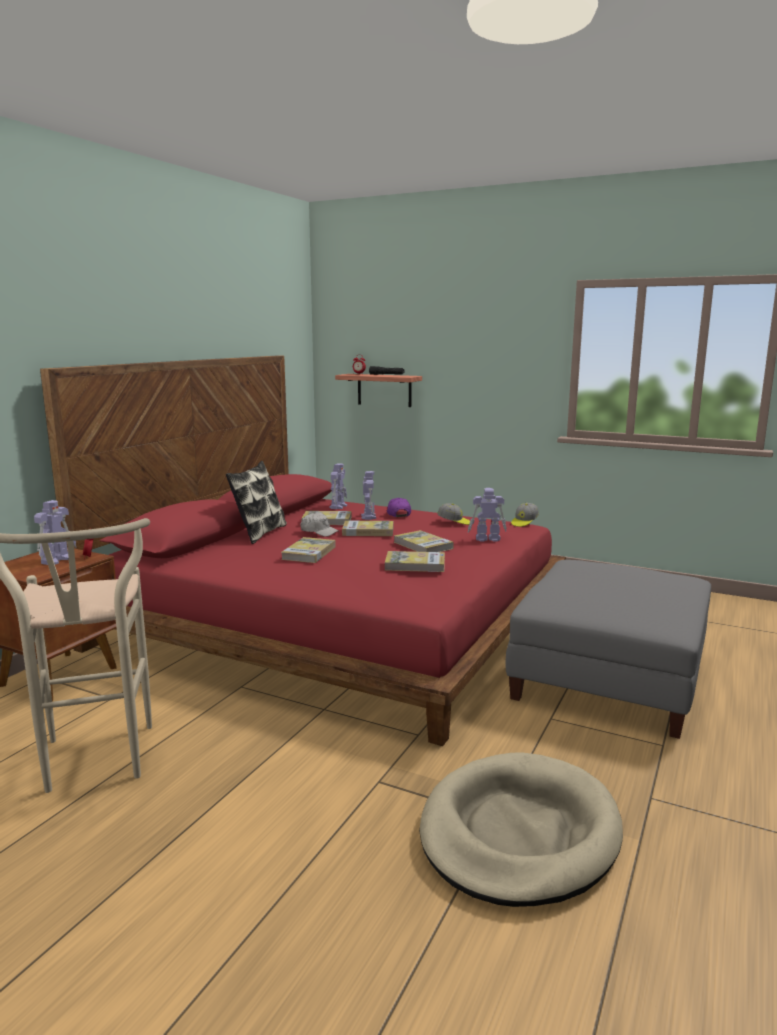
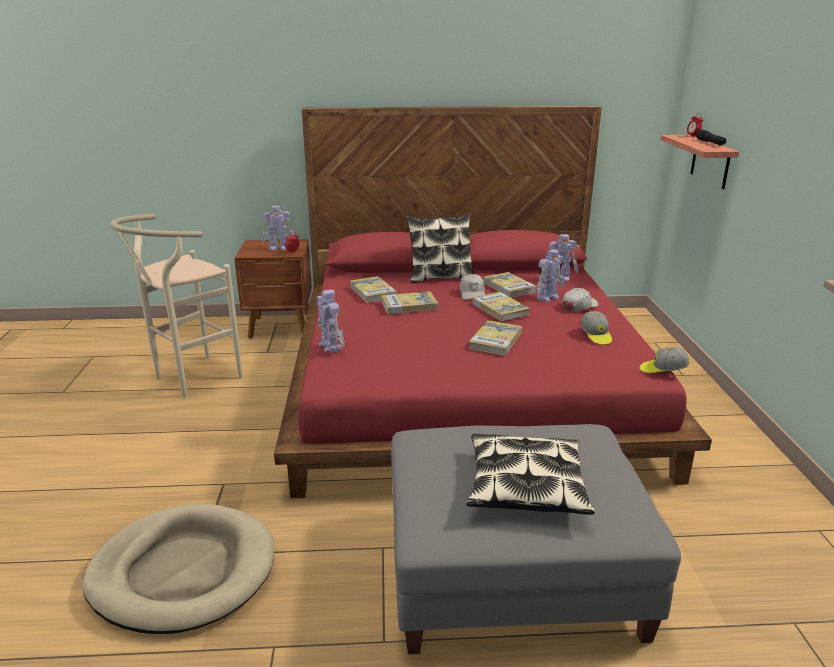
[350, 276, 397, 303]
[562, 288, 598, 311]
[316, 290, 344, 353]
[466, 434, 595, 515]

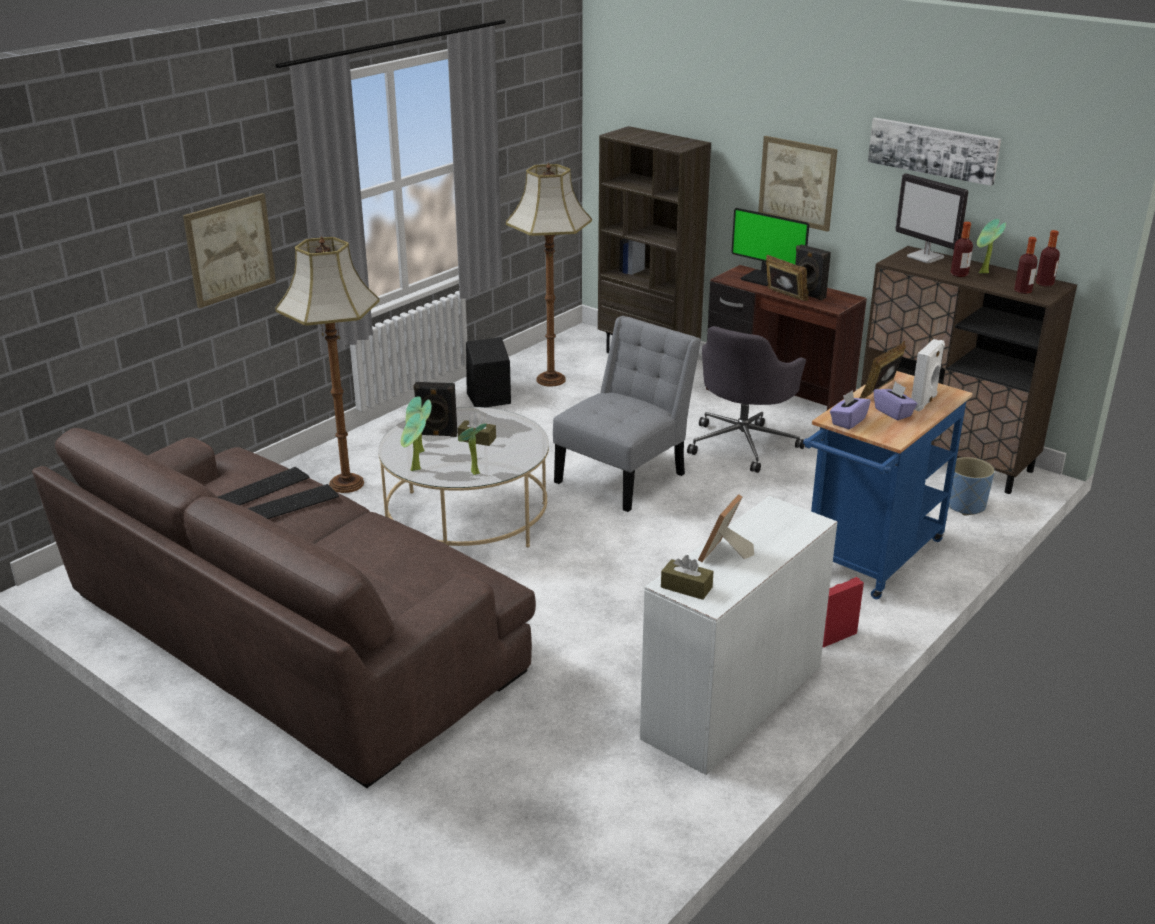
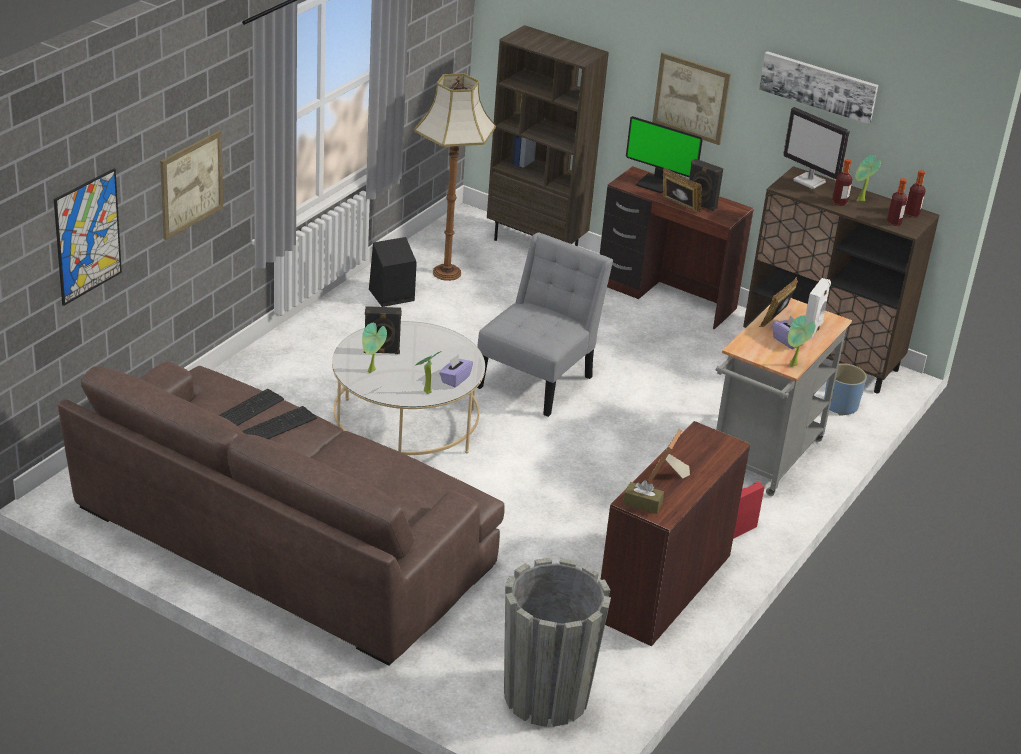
[275, 236, 380, 493] (first image)
[788, 316, 815, 367]
[458, 413, 496, 446] (first image)
[600, 421, 750, 646]
[687, 326, 806, 473] (first image)
[716, 298, 852, 496]
[439, 355, 473, 387]
[54, 169, 122, 306]
[504, 558, 611, 727]

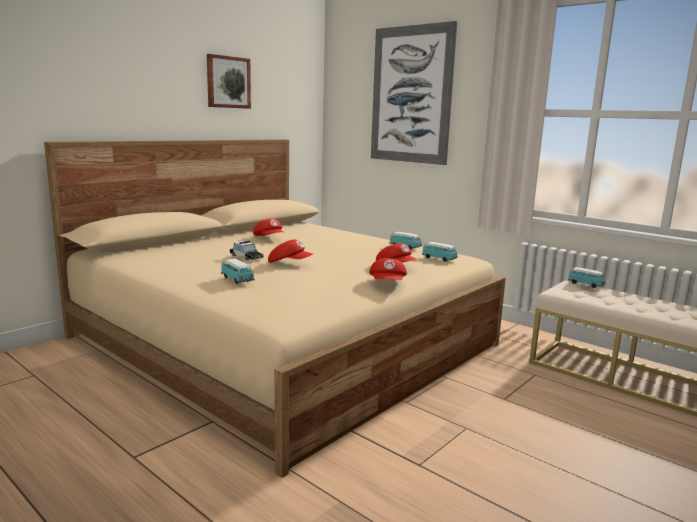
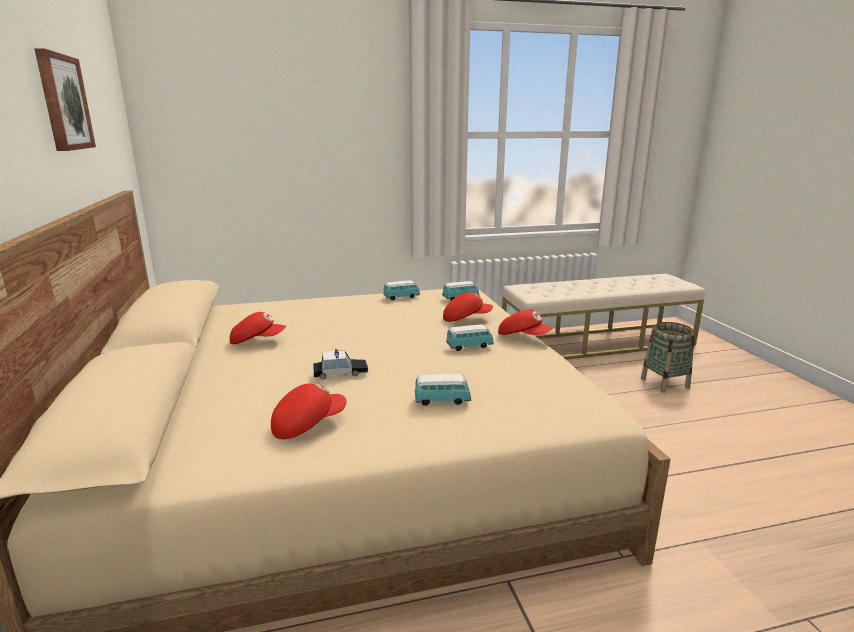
[271, 383, 347, 439]
[371, 21, 457, 165] (first image)
[446, 324, 494, 351]
[641, 322, 695, 393]

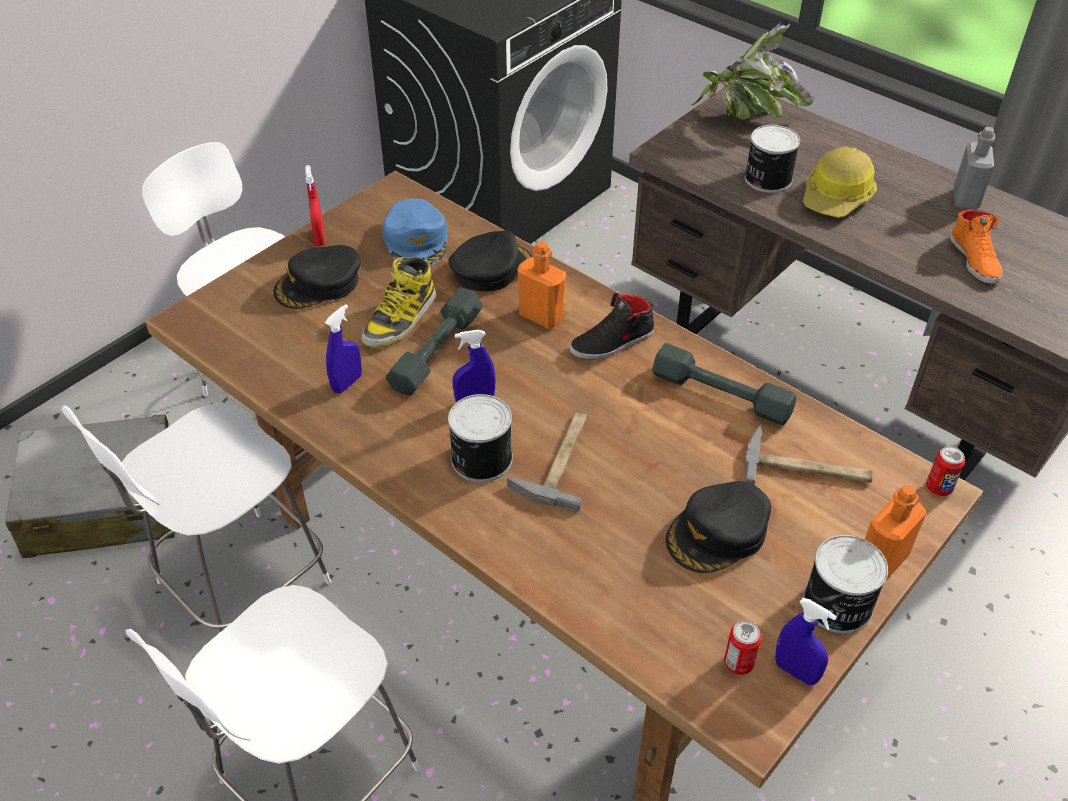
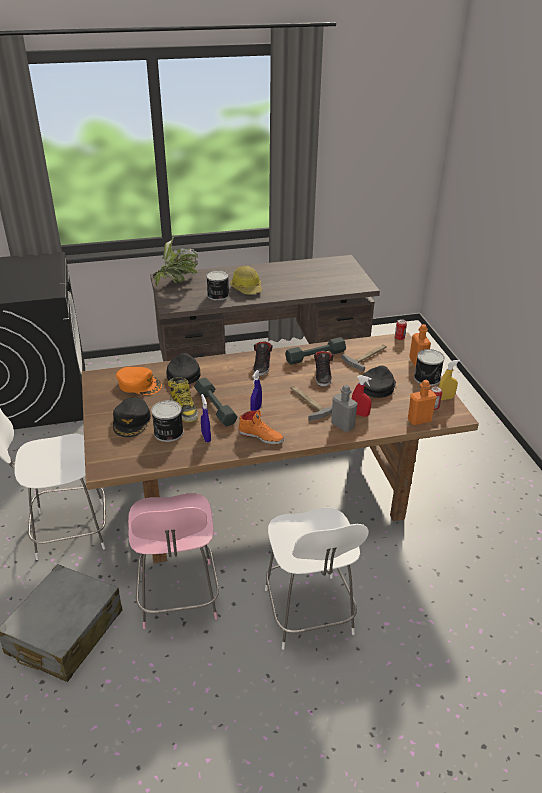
[128, 493, 219, 629]
[352, 375, 372, 417]
[116, 367, 162, 395]
[151, 400, 184, 442]
[408, 380, 437, 425]
[363, 366, 396, 398]
[439, 360, 460, 400]
[238, 409, 284, 444]
[331, 385, 357, 432]
[314, 351, 334, 387]

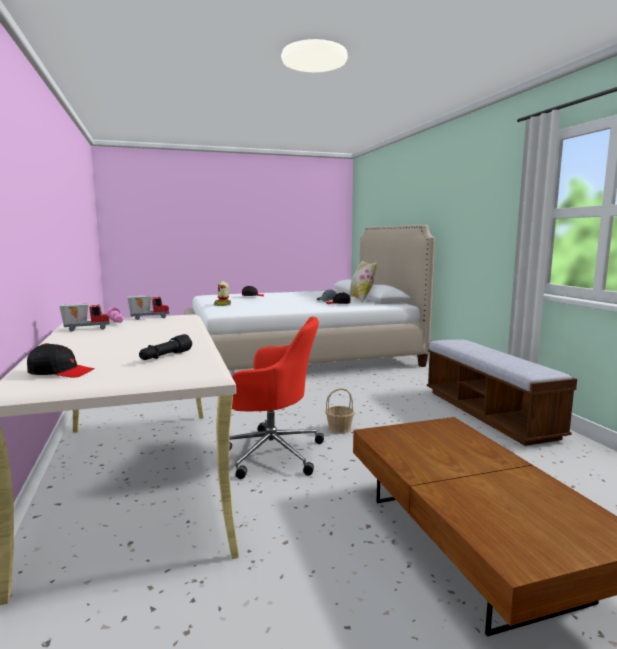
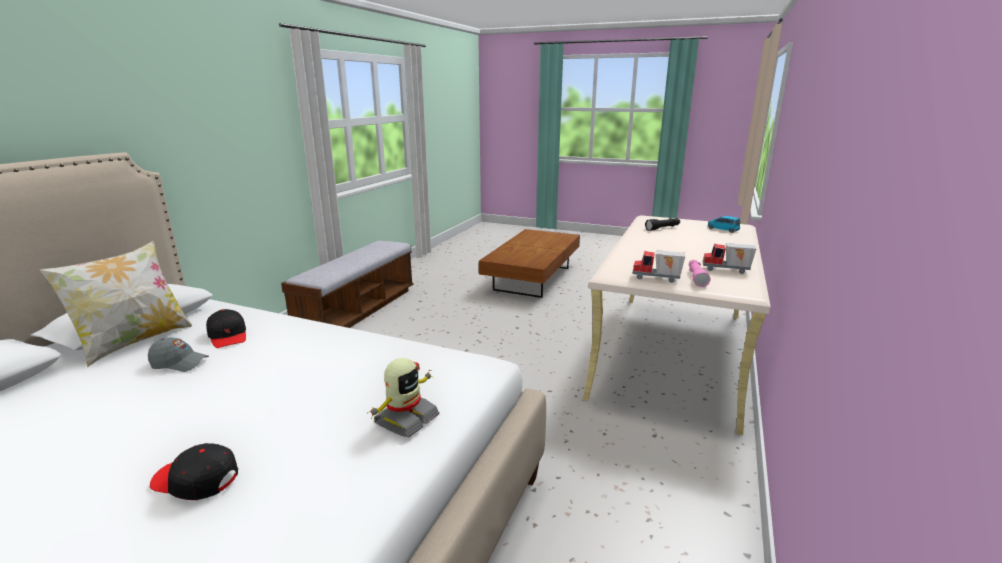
[708, 216, 740, 233]
[229, 317, 324, 479] (first image)
[325, 388, 355, 434] (first image)

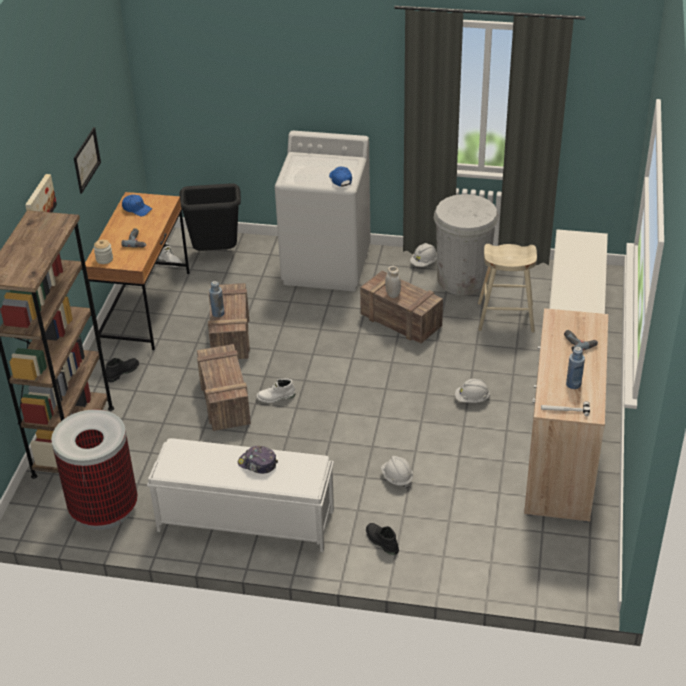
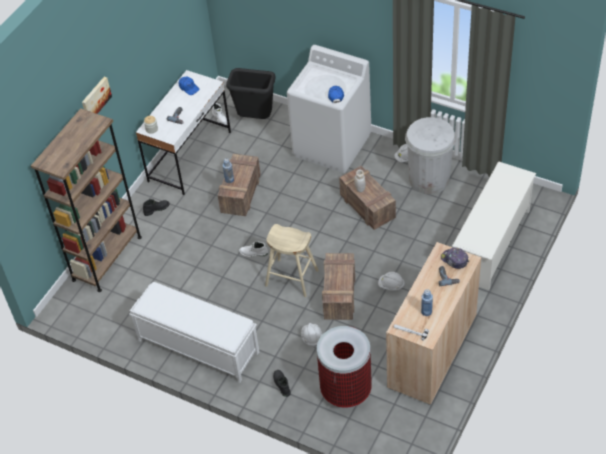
[317, 326, 372, 408]
[74, 127, 101, 194] (first image)
[136, 70, 231, 195]
[322, 253, 355, 320]
[441, 248, 469, 269]
[265, 224, 319, 297]

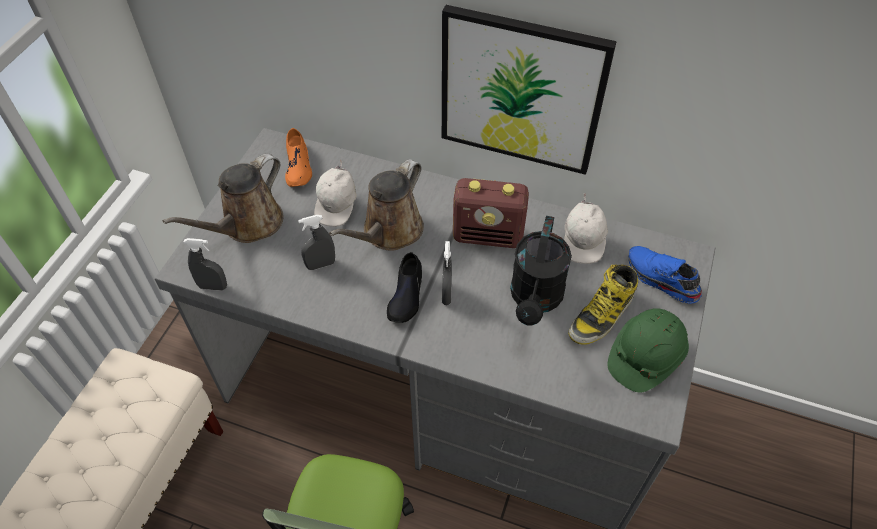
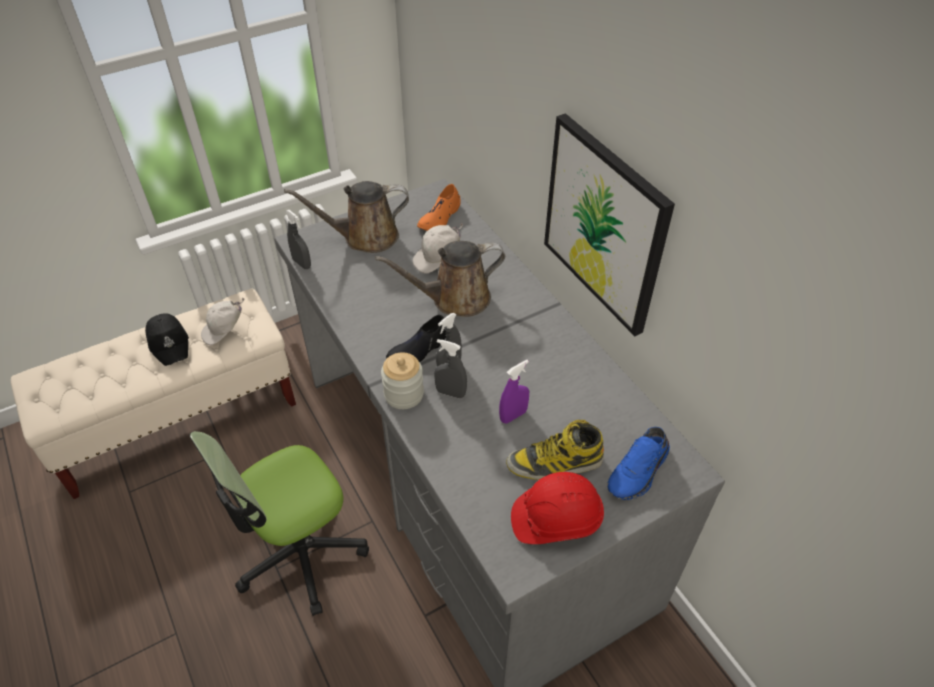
[434, 339, 467, 399]
[453, 178, 529, 248] (first image)
[499, 360, 529, 424]
[201, 298, 245, 345]
[511, 472, 604, 544]
[607, 427, 670, 500]
[145, 313, 189, 366]
[381, 352, 424, 409]

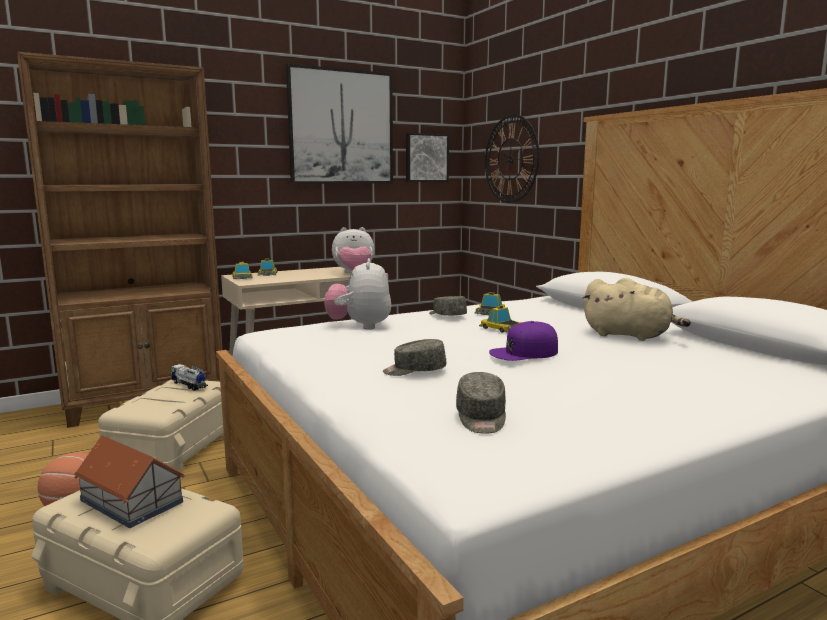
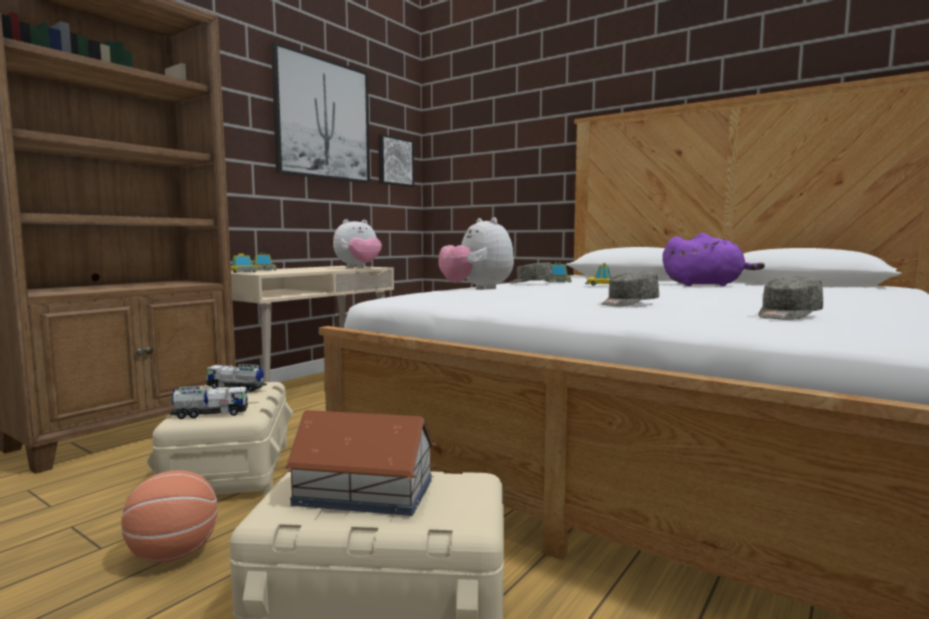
[758, 277, 823, 320]
[485, 114, 539, 203] (first image)
[489, 321, 558, 361] (first image)
[663, 233, 765, 286]
[170, 385, 248, 419]

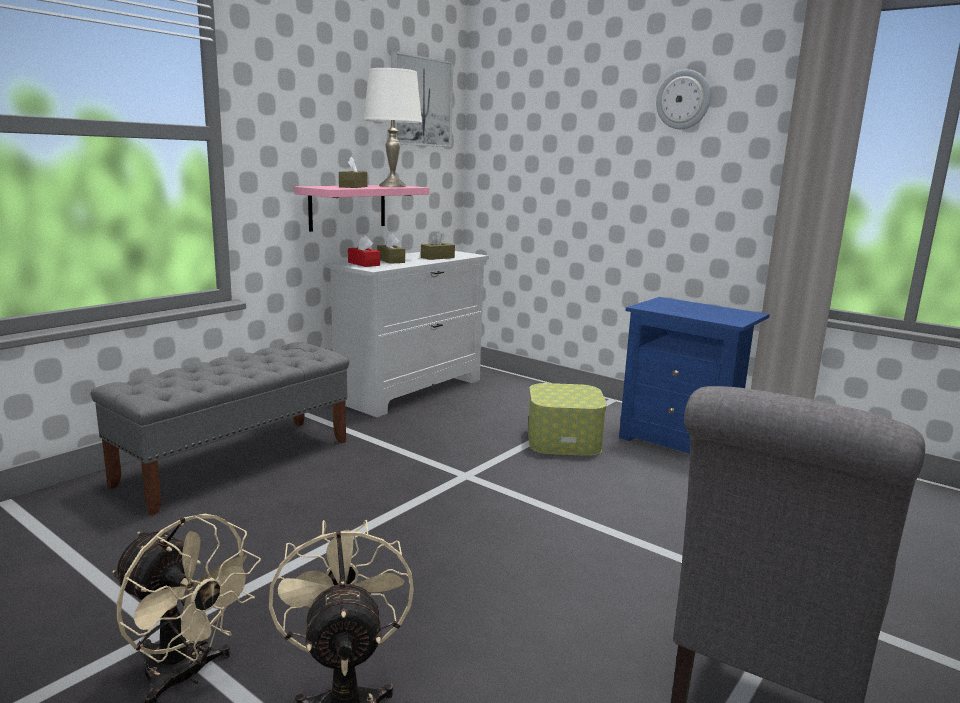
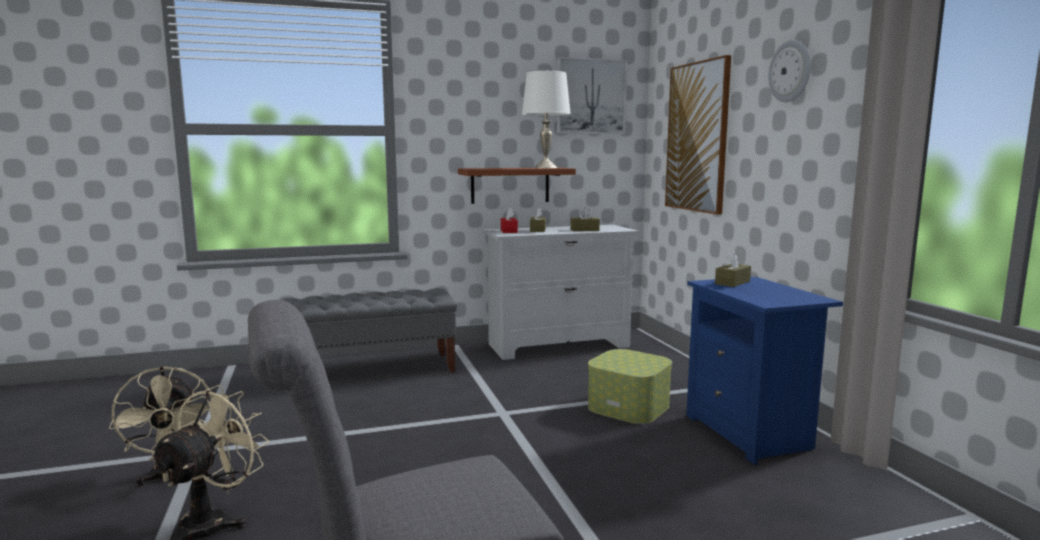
[458, 168, 576, 204]
[715, 251, 751, 287]
[665, 55, 731, 215]

